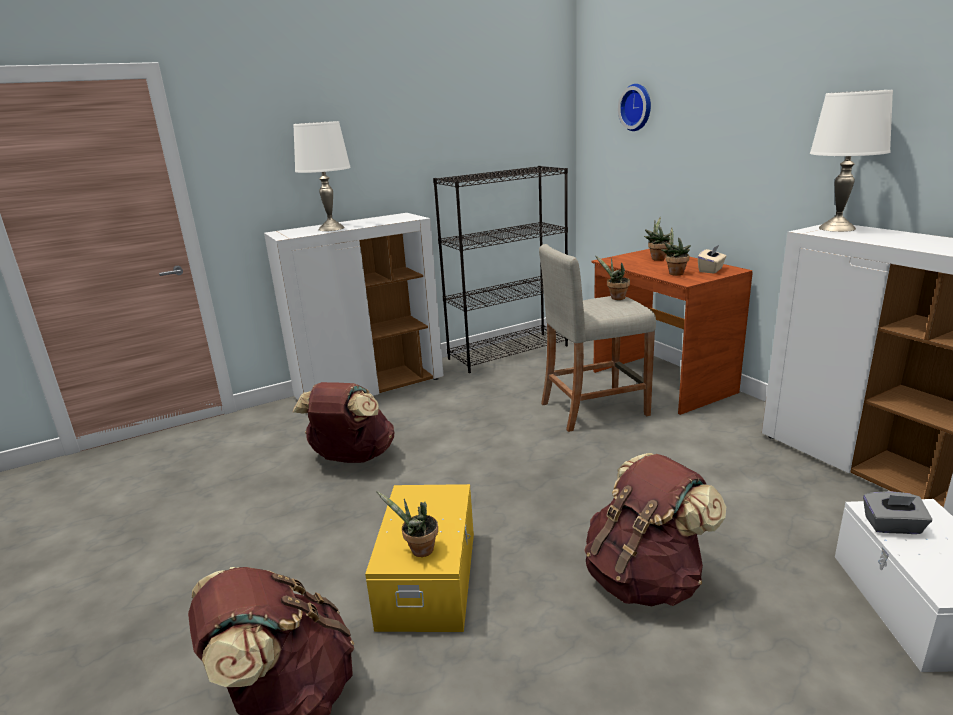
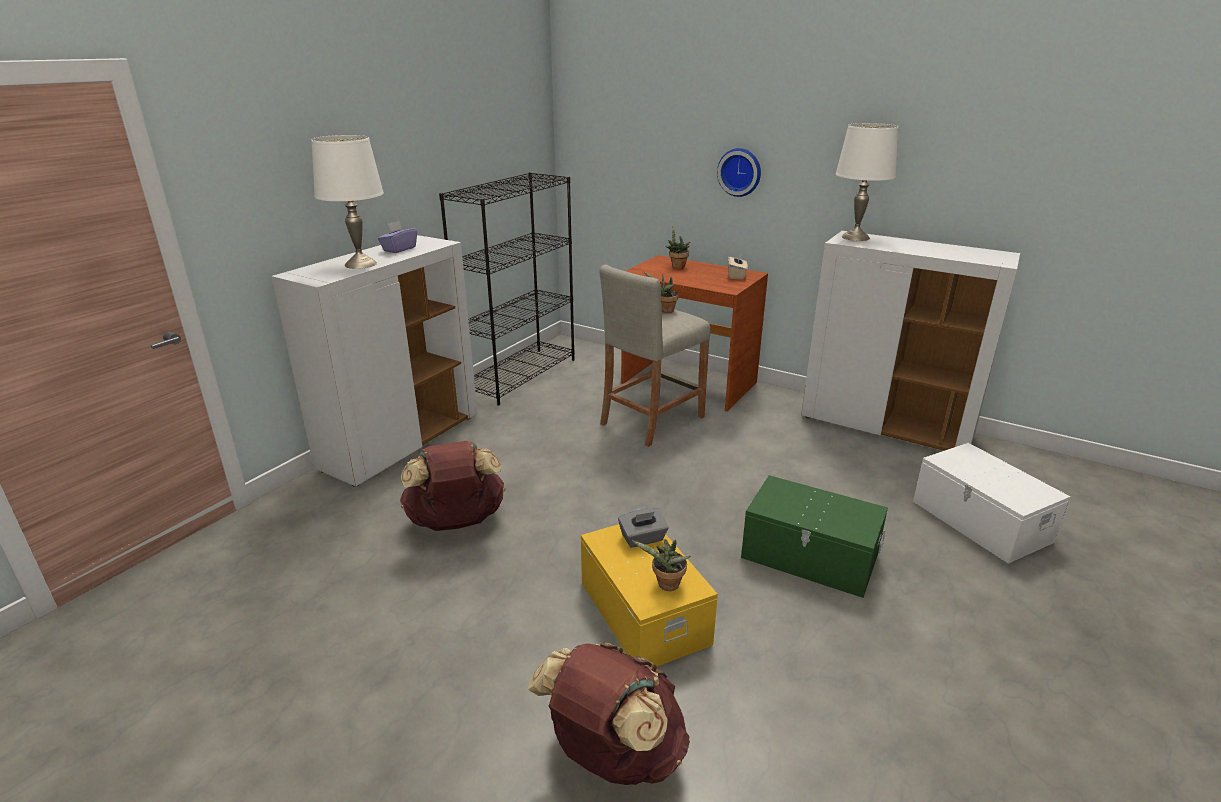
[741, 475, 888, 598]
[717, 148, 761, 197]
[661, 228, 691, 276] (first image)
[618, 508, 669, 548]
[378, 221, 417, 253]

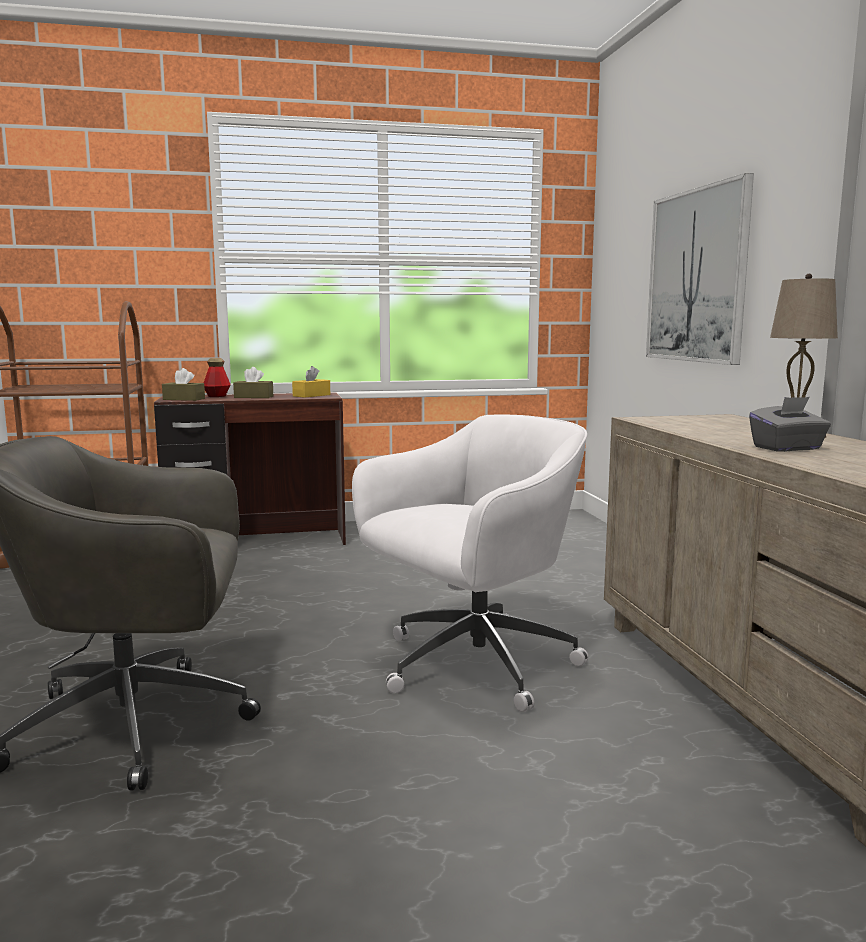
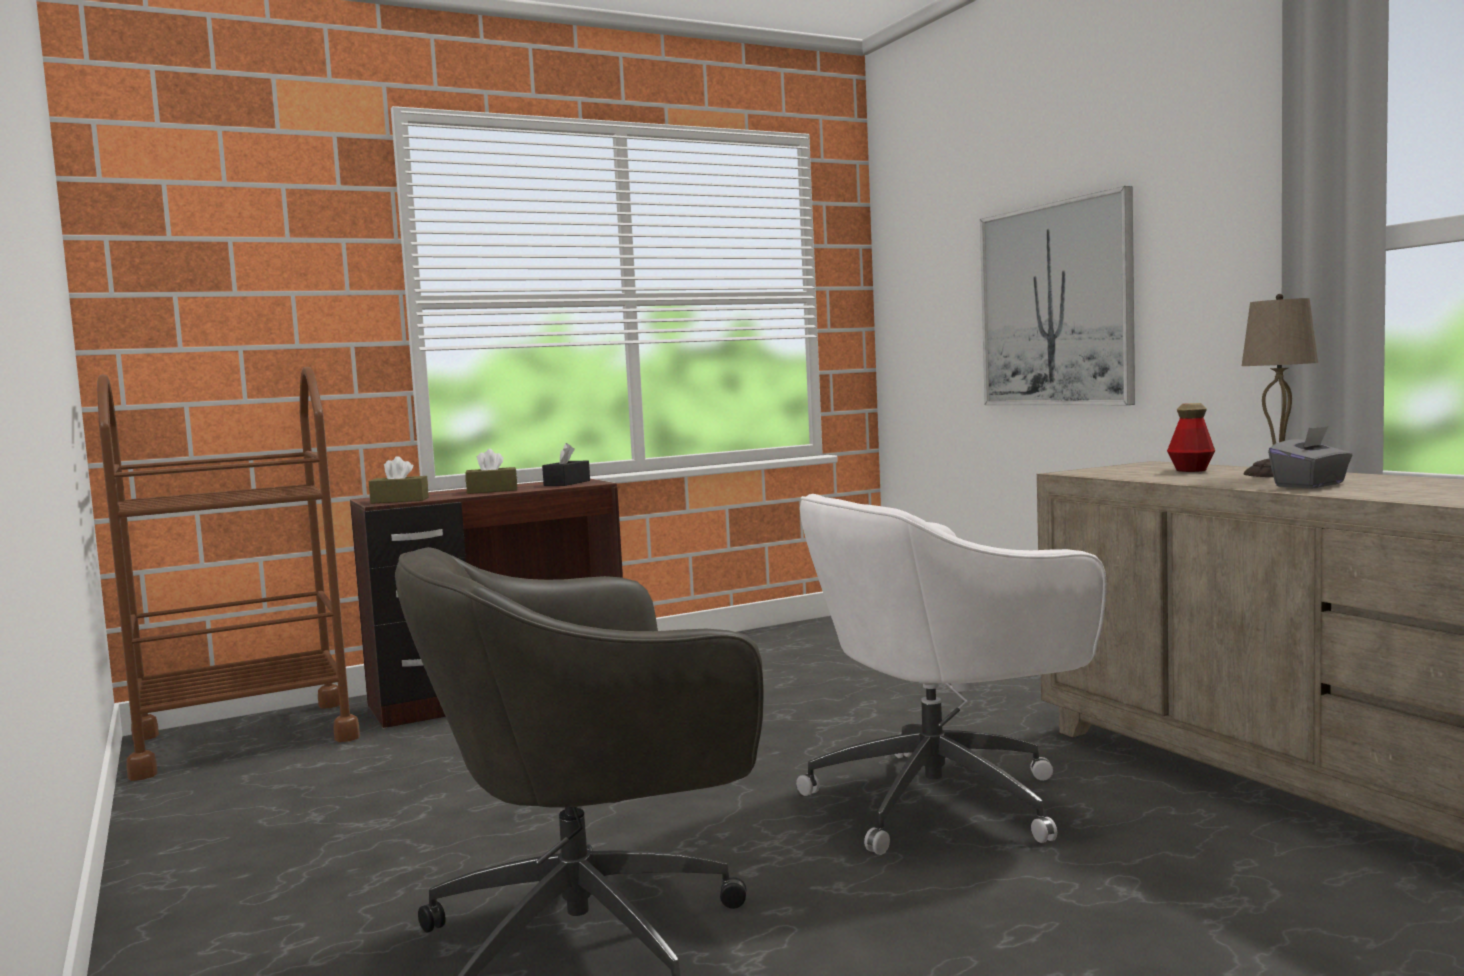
[1167, 403, 1215, 472]
[542, 443, 590, 486]
[796, 494, 1107, 855]

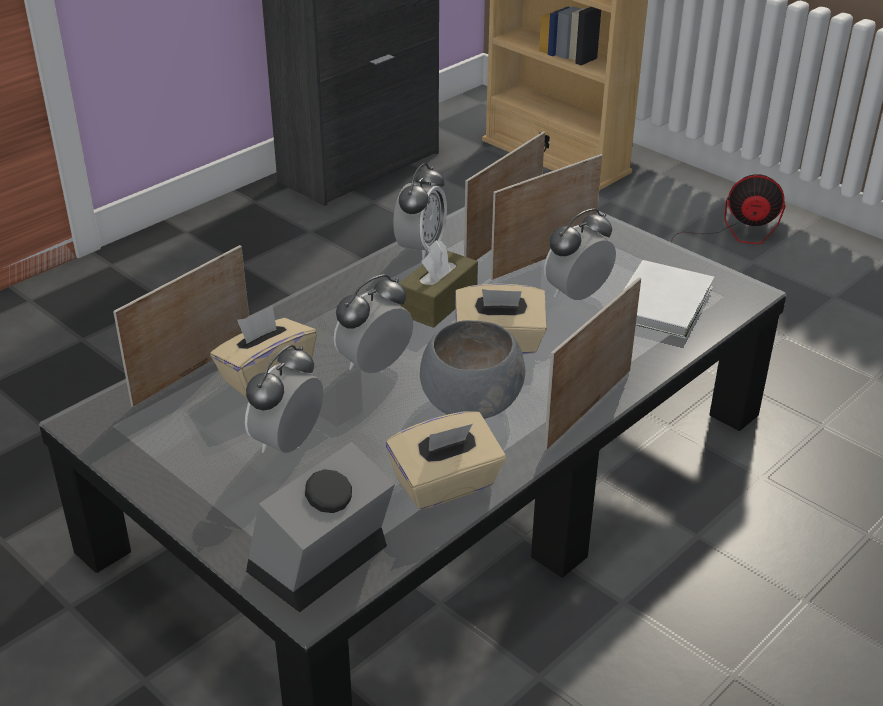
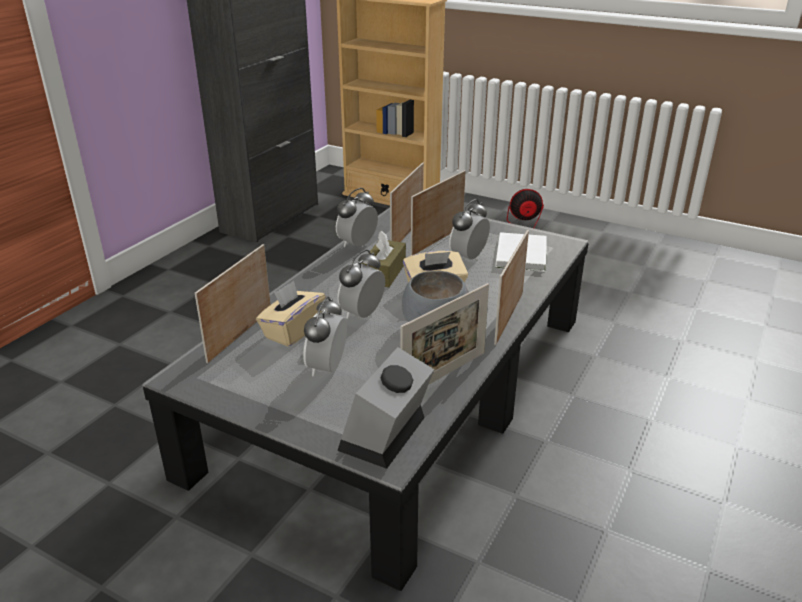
[401, 283, 489, 384]
[336, 188, 378, 247]

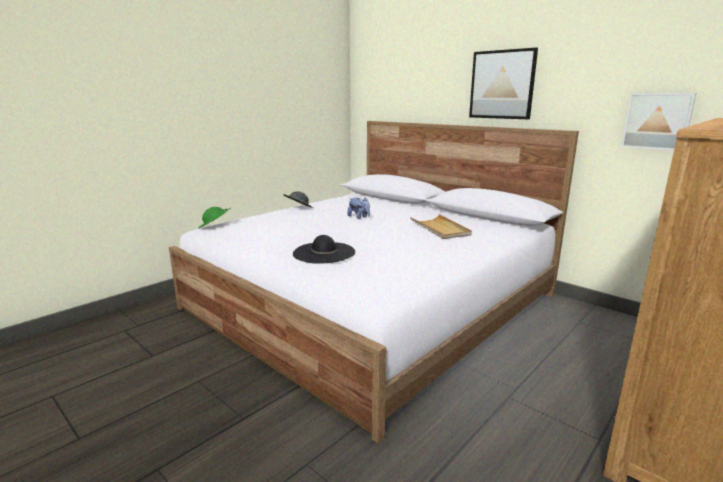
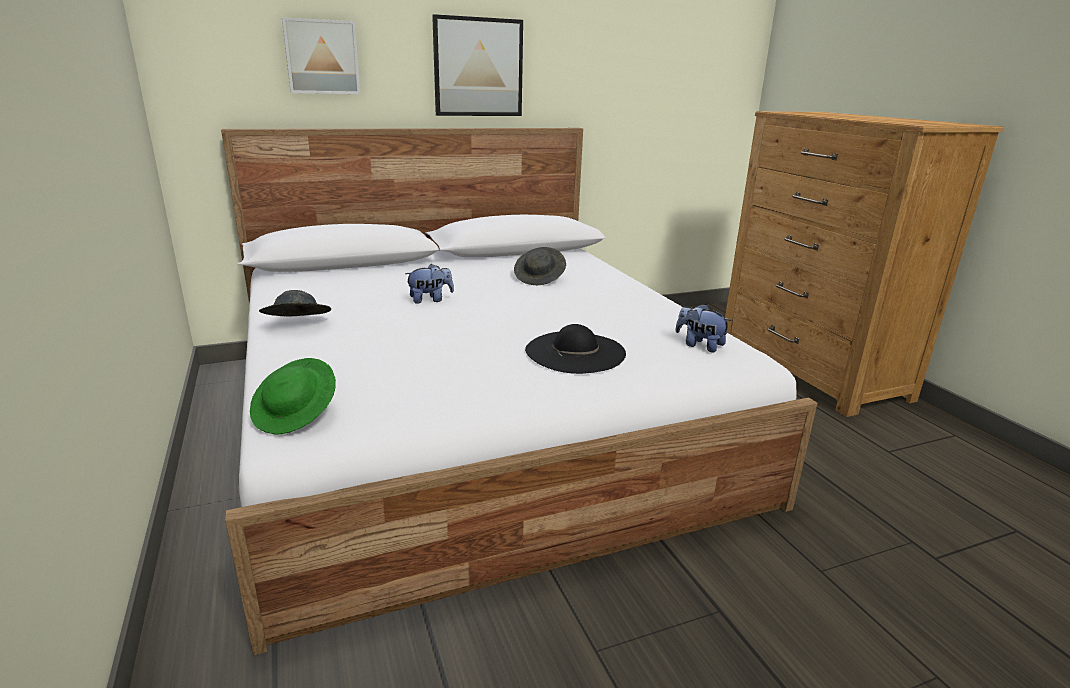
[514, 247, 566, 285]
[282, 17, 360, 94]
[675, 304, 732, 353]

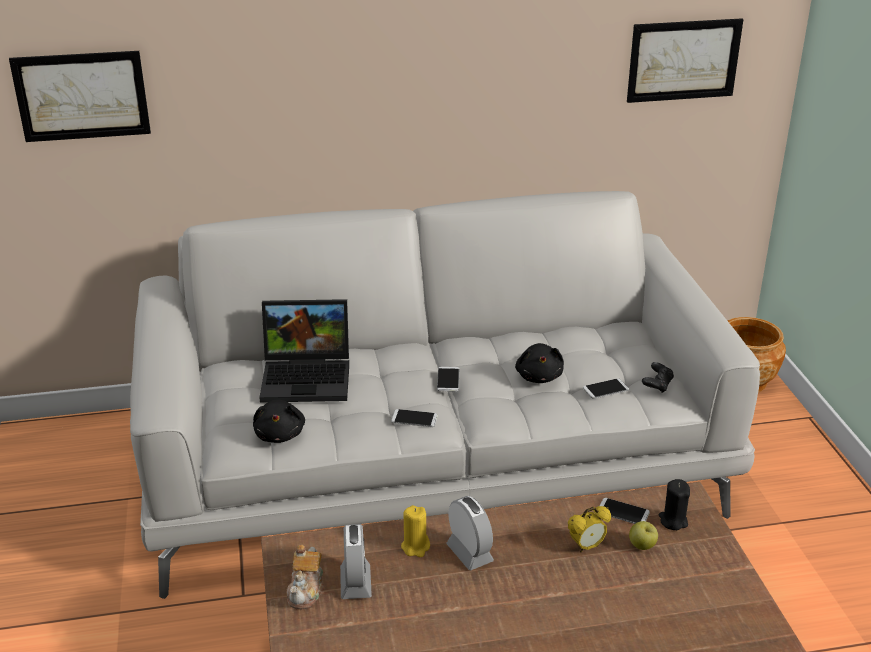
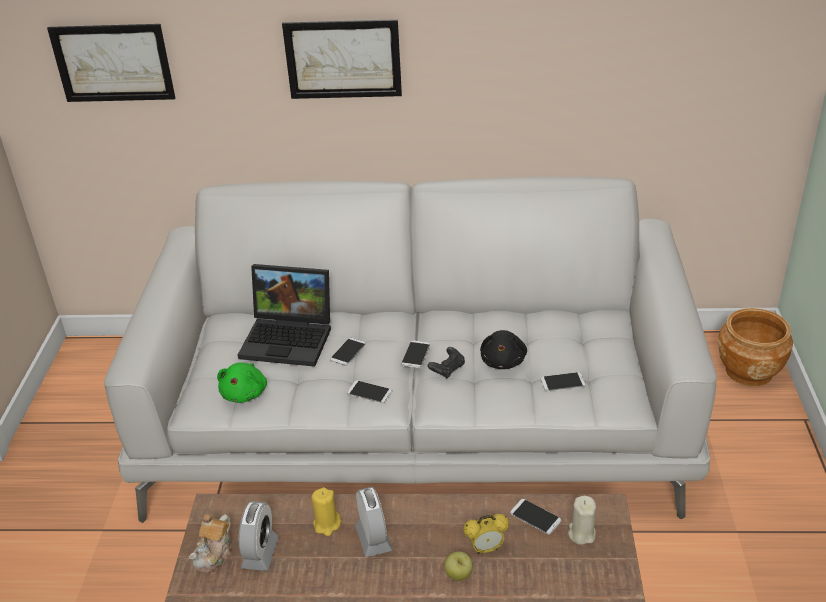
[217, 362, 267, 403]
[282, 19, 402, 99]
[444, 551, 473, 581]
[428, 347, 465, 379]
[568, 496, 596, 545]
[330, 338, 366, 365]

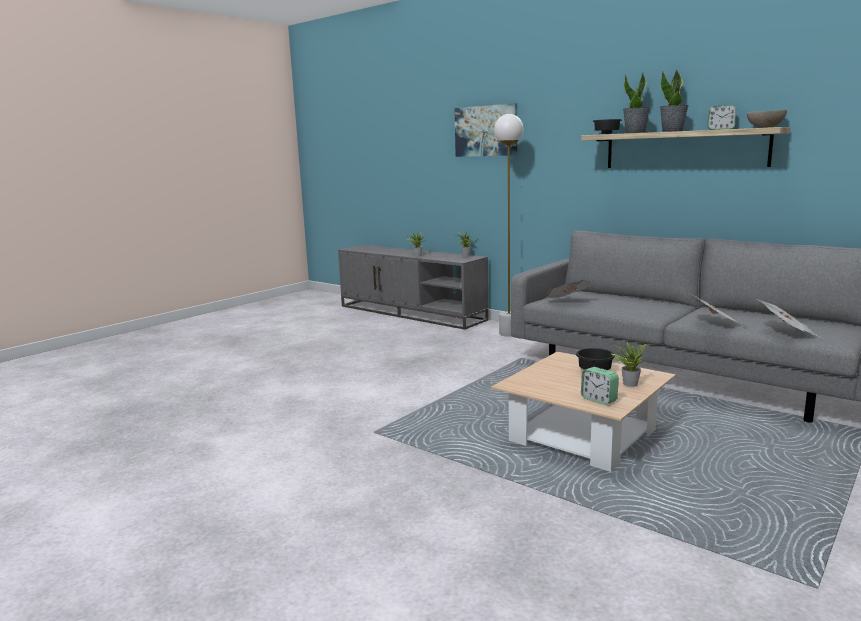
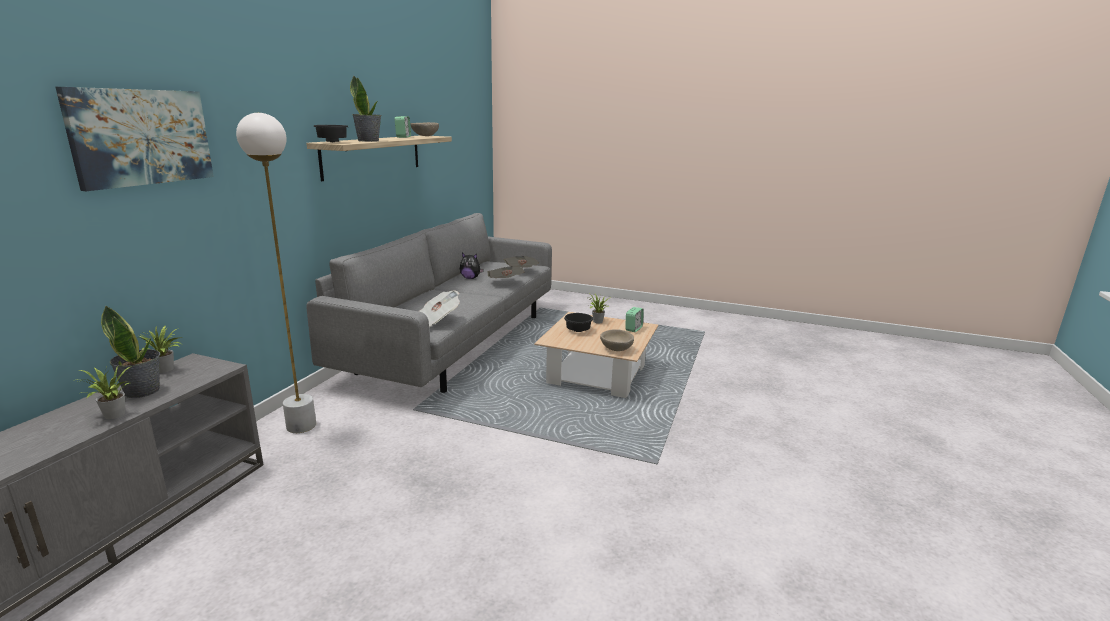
[101, 305, 160, 398]
[460, 253, 484, 279]
[600, 329, 634, 351]

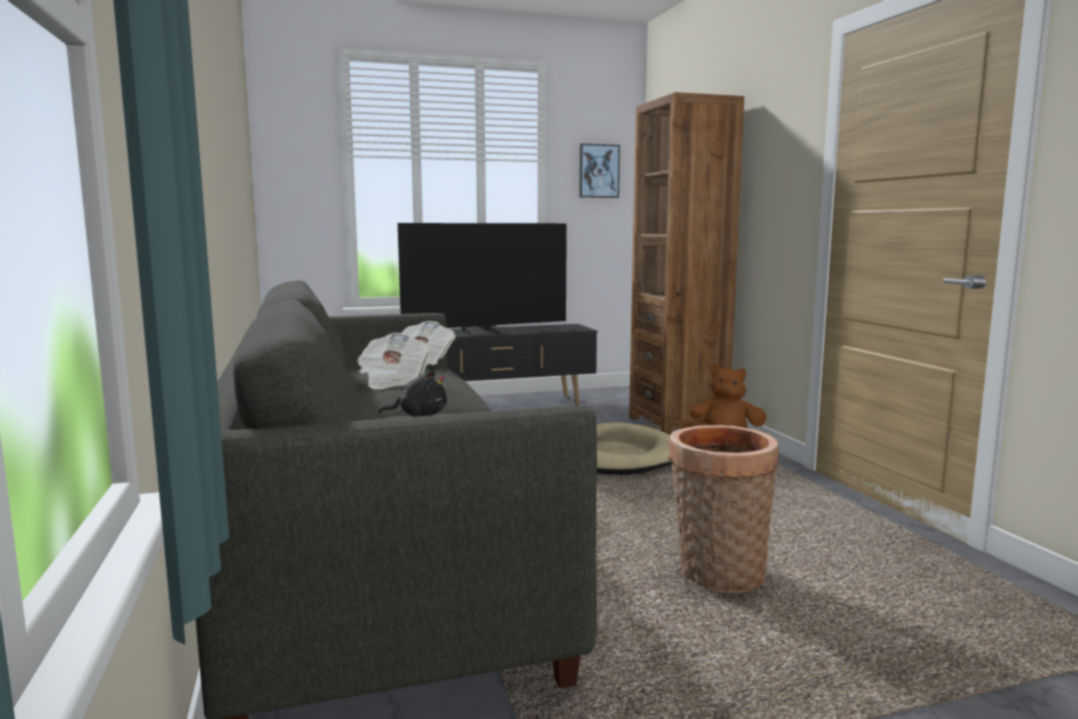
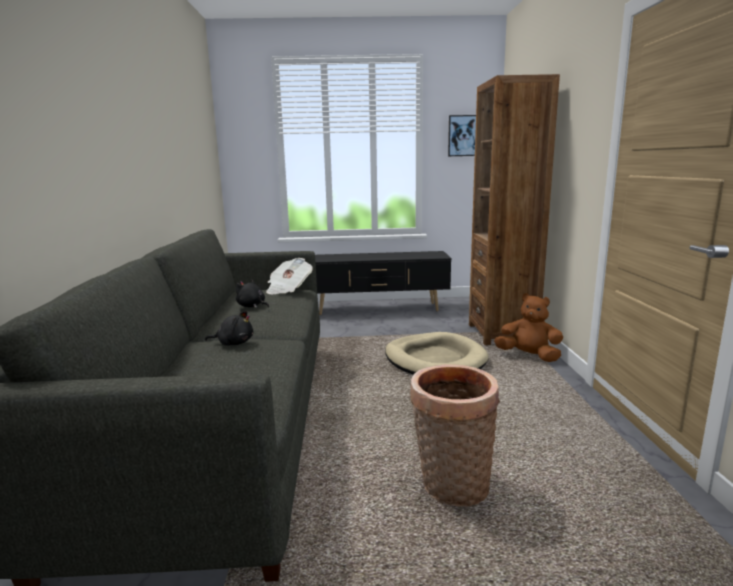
[236, 279, 269, 308]
[398, 223, 567, 335] (first image)

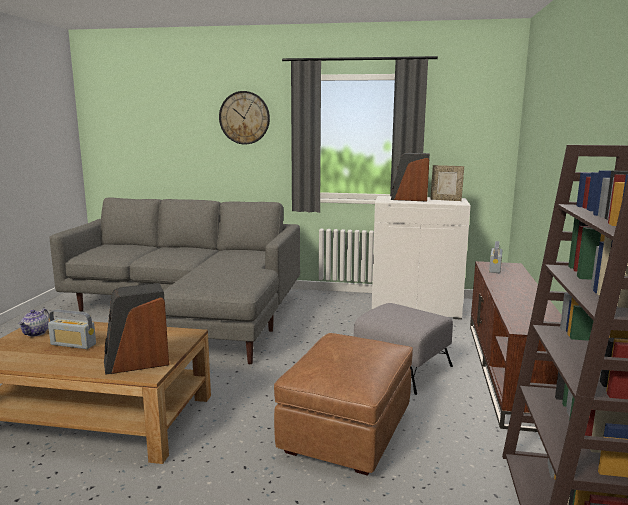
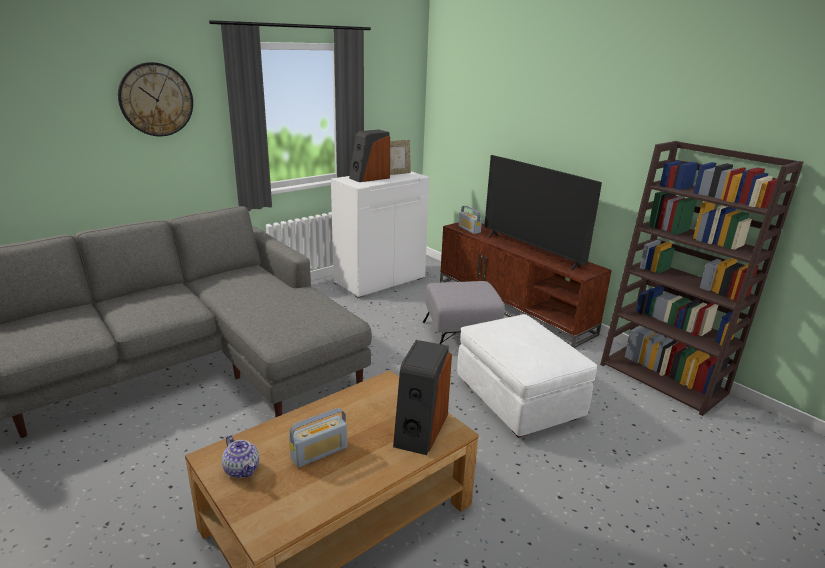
[457, 314, 597, 438]
[484, 155, 602, 271]

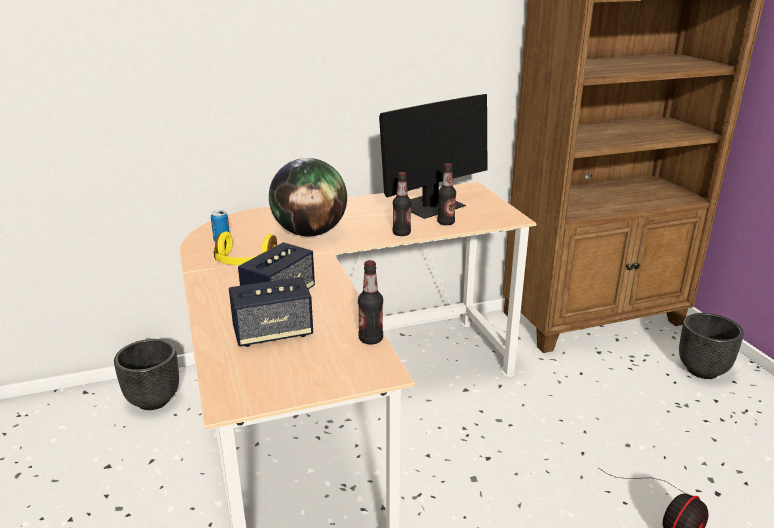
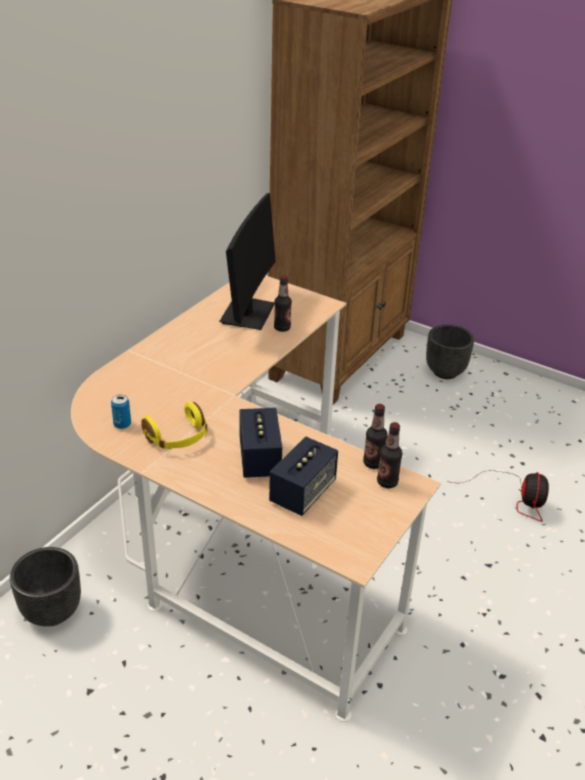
[269, 158, 347, 236] (first image)
[377, 422, 402, 488]

